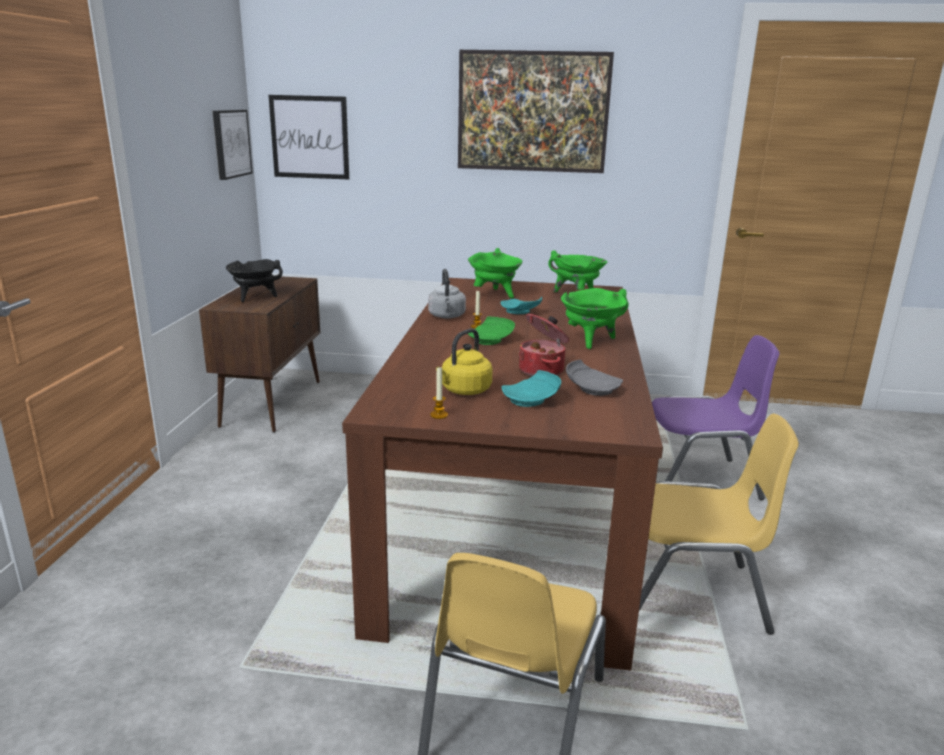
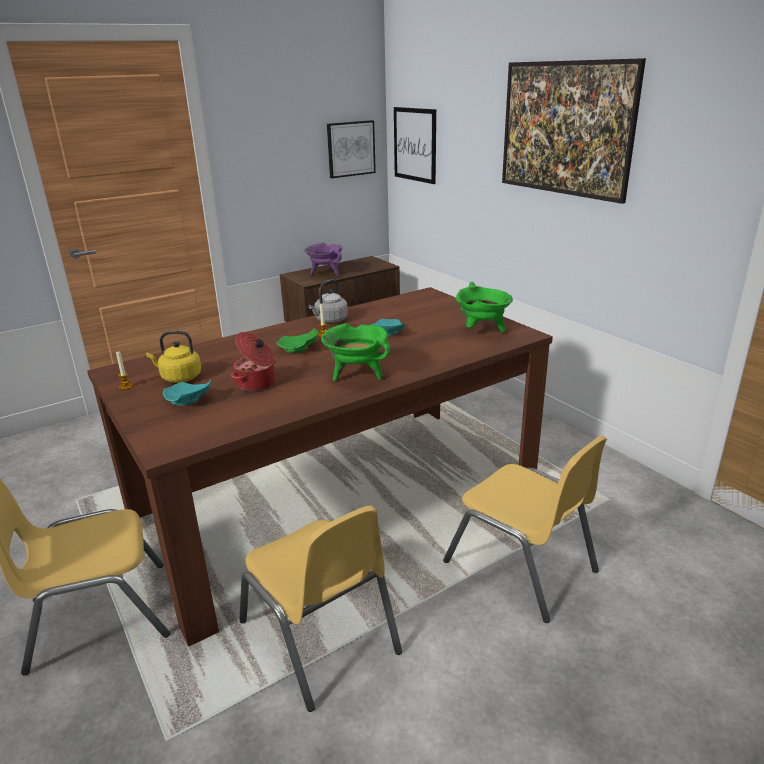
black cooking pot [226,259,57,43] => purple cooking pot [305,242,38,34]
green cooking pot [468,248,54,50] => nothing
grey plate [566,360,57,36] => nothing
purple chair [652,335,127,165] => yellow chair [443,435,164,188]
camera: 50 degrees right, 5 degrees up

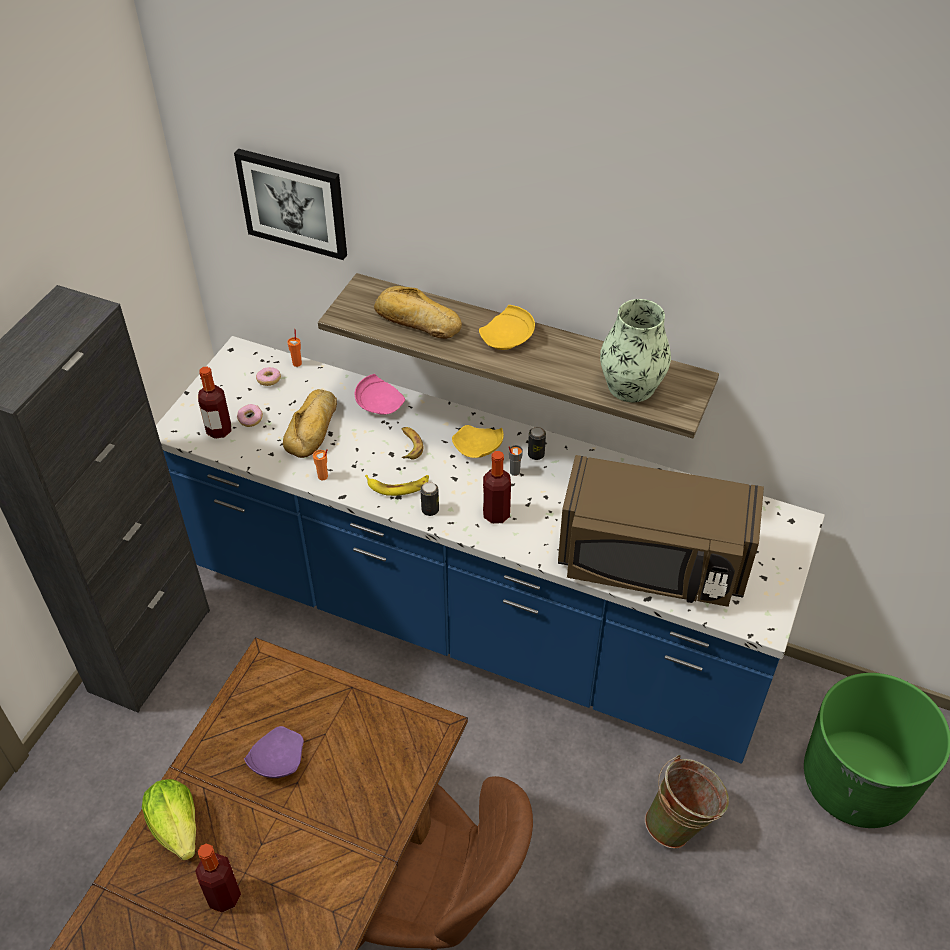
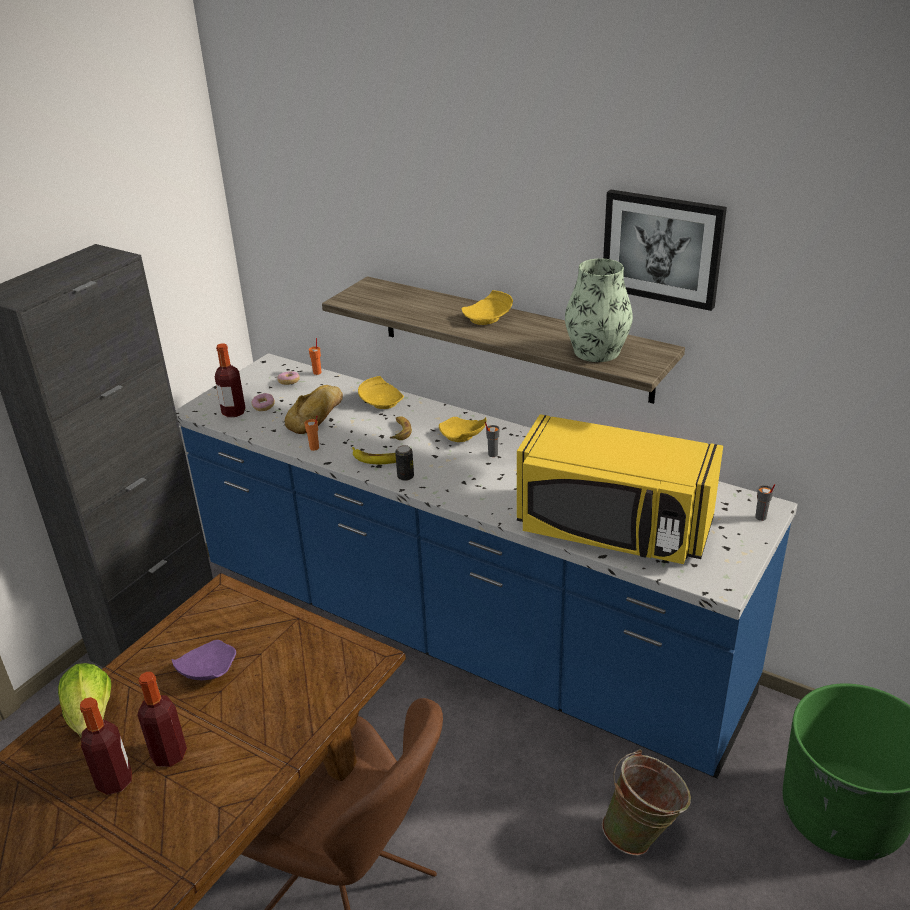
picture [234,149,113,111] => picture [603,190,124,121], relocated
pink plate [355,374,50,41] => yellow plate [358,376,46,33]
bread [374,286,88,53] => nothing
bottle [483,451,28,73] => bottle [137,672,50,95], relocated
can [528,427,18,33] => nothing
brown microwave [558,455,206,152] => yellow microwave [517,414,206,150]
nothing => grey cup [755,484,20,37]
camera: 10 degrees right, 15 degrees down

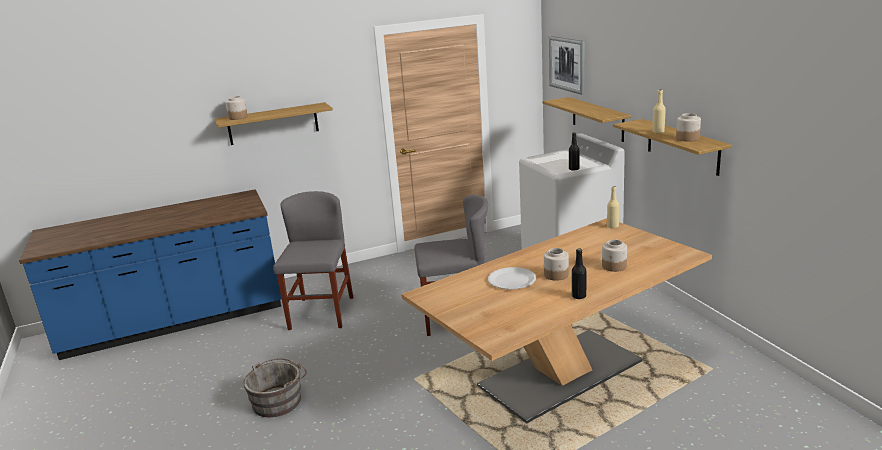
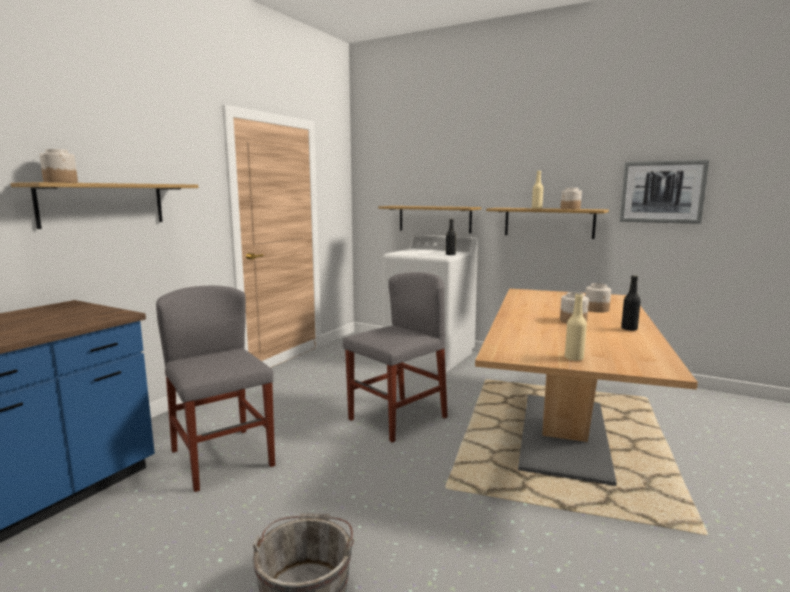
white plate [488,267,48,22] => nothing
picture [549,36,36,59] => picture [619,160,90,64], relocated
beige bottle [607,186,12,42] => beige bottle [565,294,22,67], relocated
camera: 40 degrees left, 10 degrees down

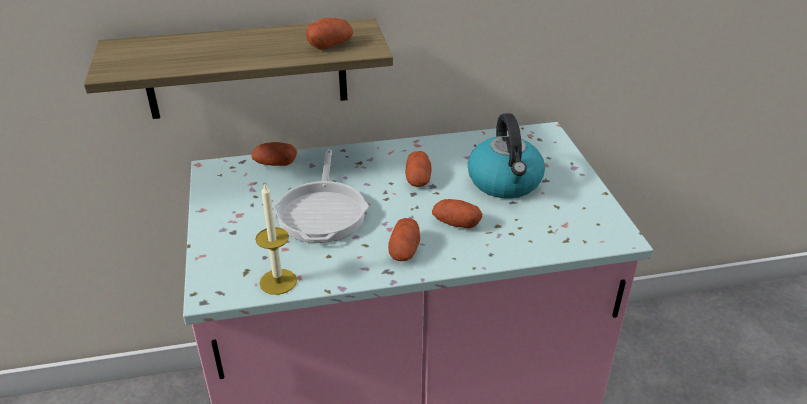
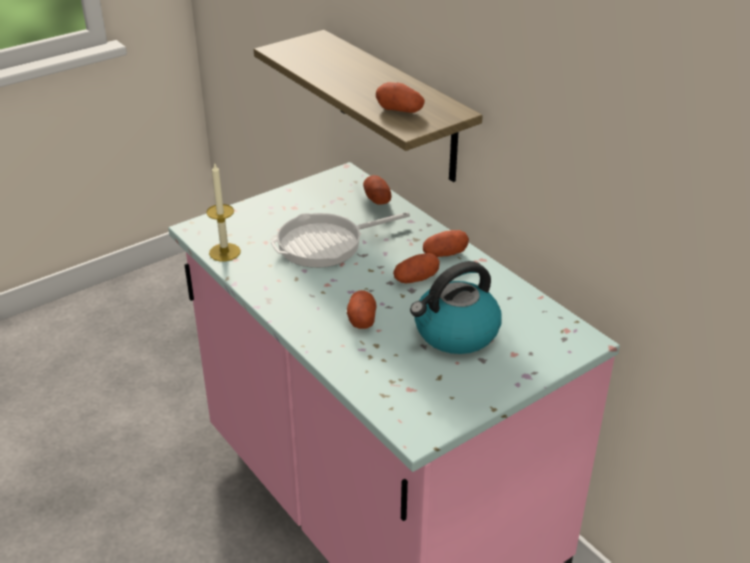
potato [388,218,32,43] => potato [423,230,46,27], relocated
camera: 65 degrees right, 0 degrees up

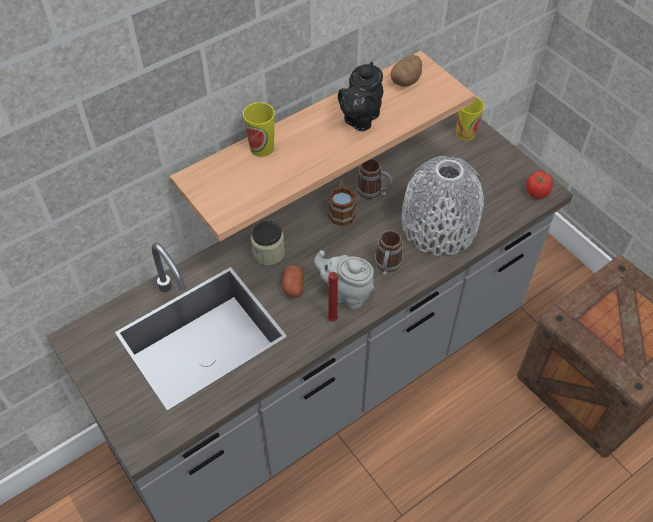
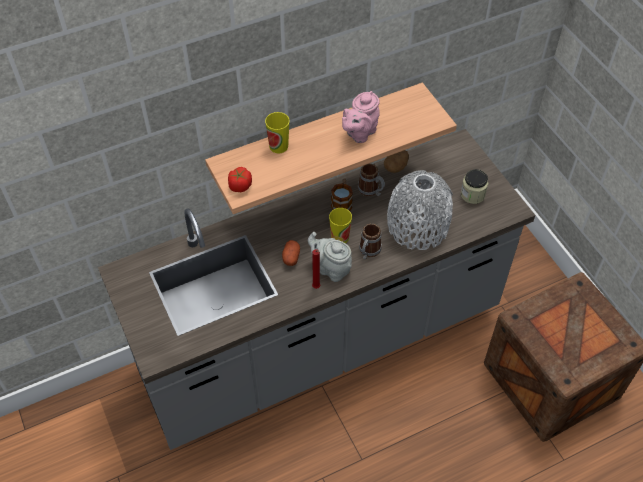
jar [251,221,34,44] => jar [460,169,28,35], relocated
black teapot [338,62,45,69] => pink teapot [342,91,38,52]
potato [391,55,31,32] => potato [384,150,25,23], relocated
cup [456,97,28,44] => cup [329,208,23,35], relocated
tomato [526,171,27,28] => tomato [228,167,24,25], relocated
camera: 10 degrees right, 0 degrees up

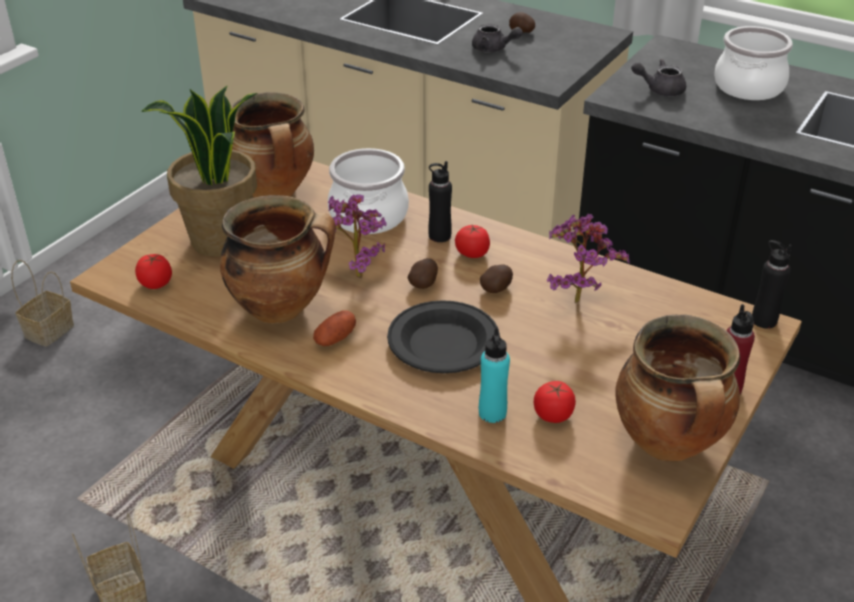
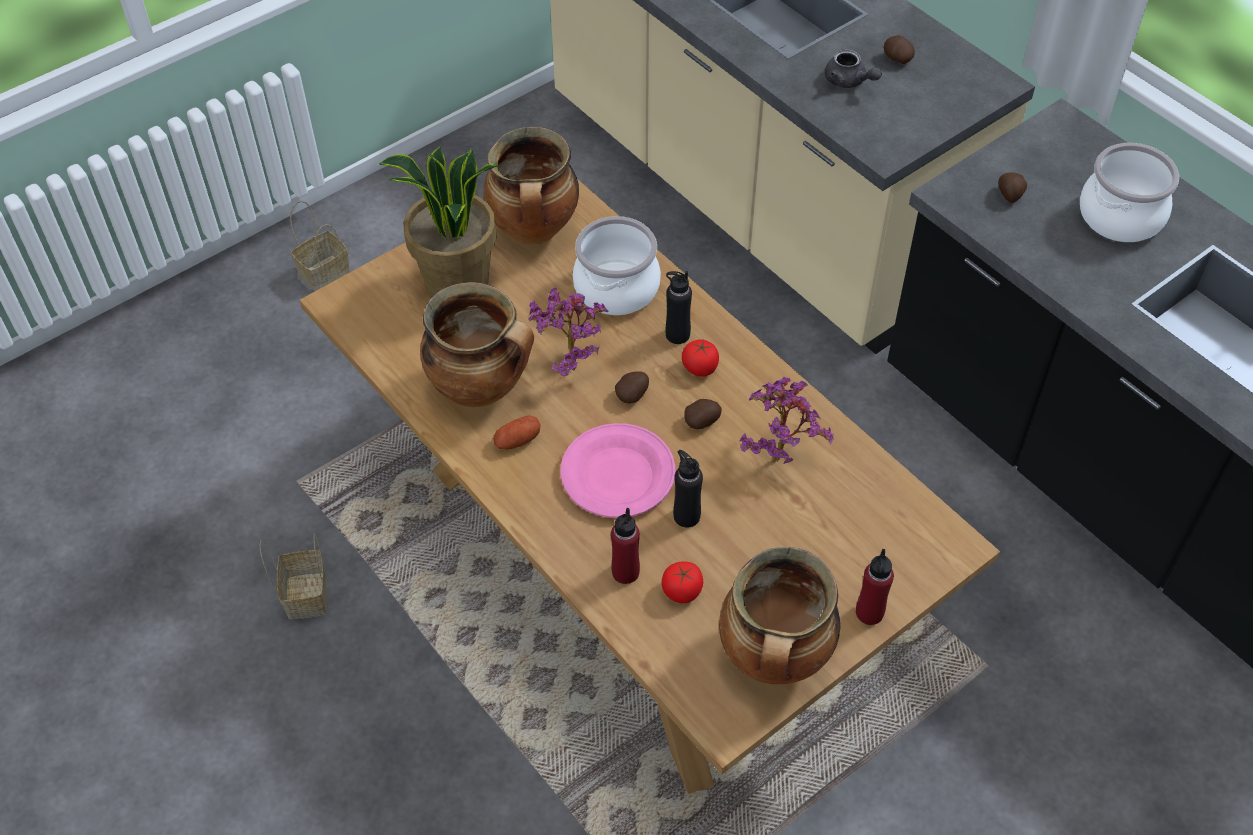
tomato [135,254,37,35] => nothing
black plate [387,300,113,73] => pink plate [561,423,114,95]
turquoise bottle [479,327,31,96] => red bottle [611,508,29,76]
grey teapot [631,59,55,37] => potato [998,172,29,31]
black bottle [752,240,40,89] => black bottle [673,450,30,77], relocated
camera: 20 degrees right, 15 degrees up

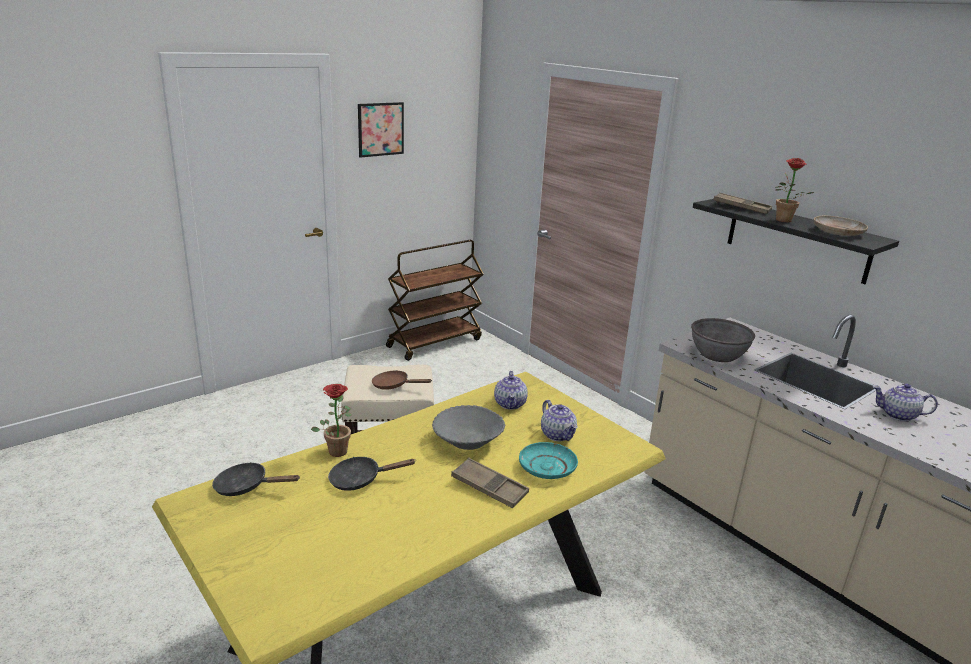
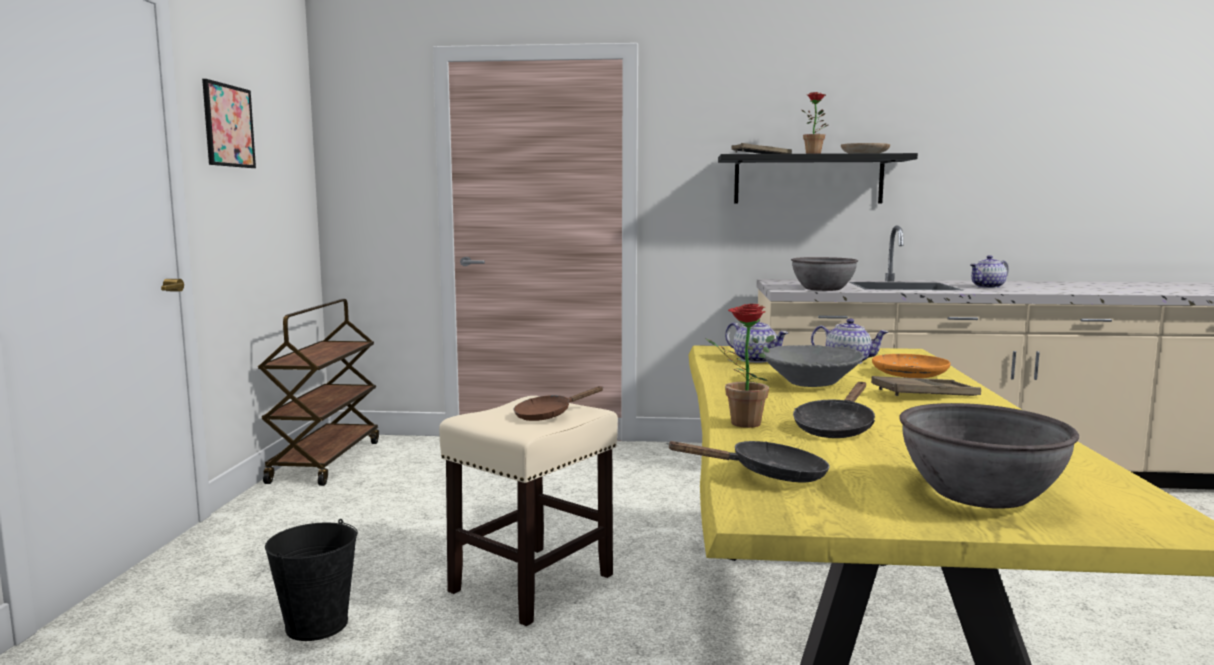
black frying pan [212,462,87,34] => black frying pan [666,441,164,41], 150 degrees counterclockwise
turquoise plate [519,442,59,37] => orange plate [872,354,78,24]
nothing => black bucket [265,519,93,122]
nothing => grey bowl [899,403,180,106]
camera: 45 degrees left, 15 degrees down

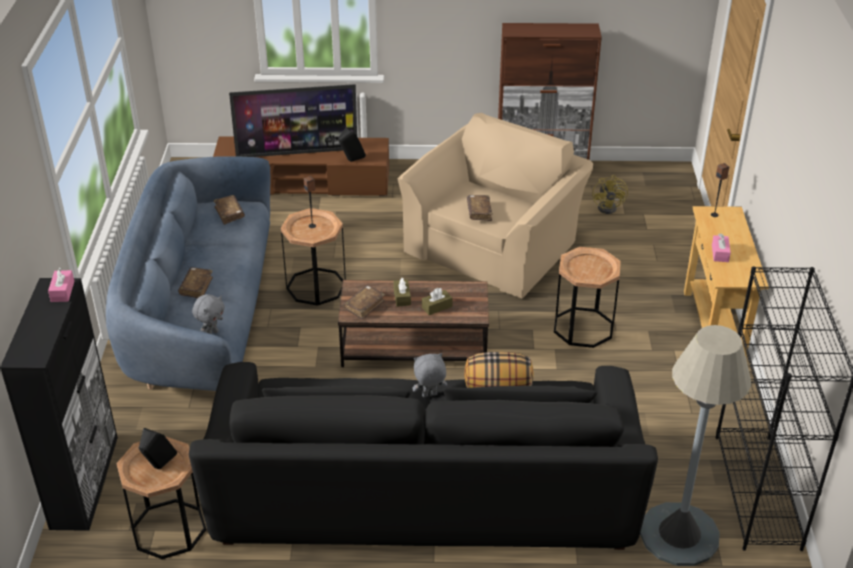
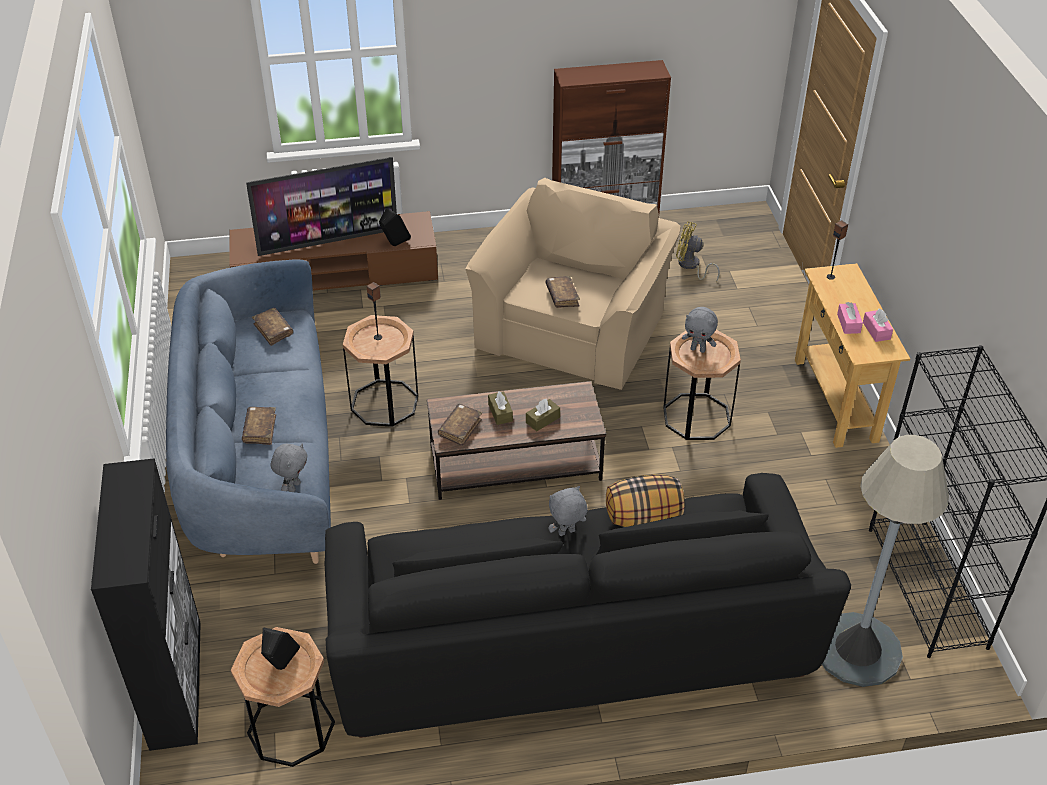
pink tissue box [48,267,26,35] => pink tissue box [863,308,30,34], relocated
yellow fan [592,175,36,39] => yellow fan [676,221,44,61], 120 degrees clockwise
nothing => grey plush toy [682,307,36,46]
camera: 10 degrees left, 5 degrees up

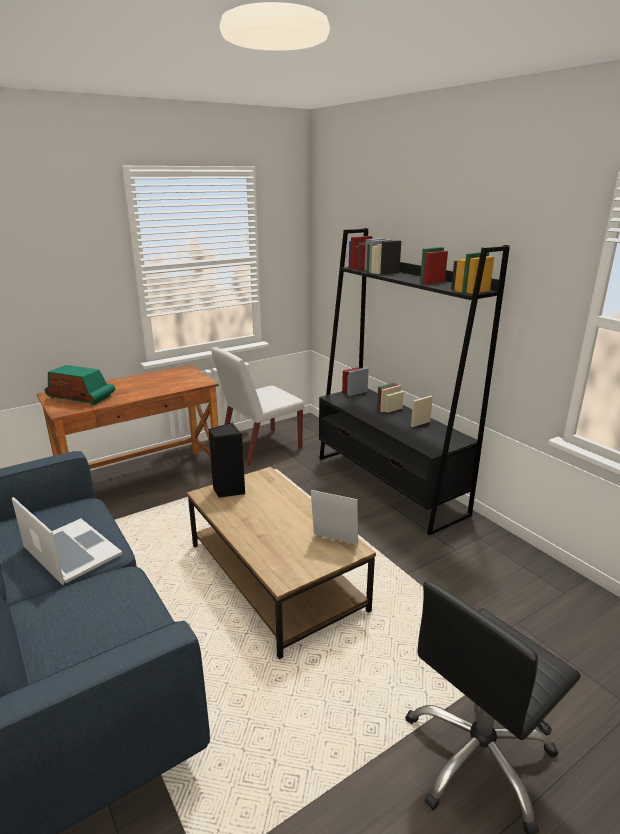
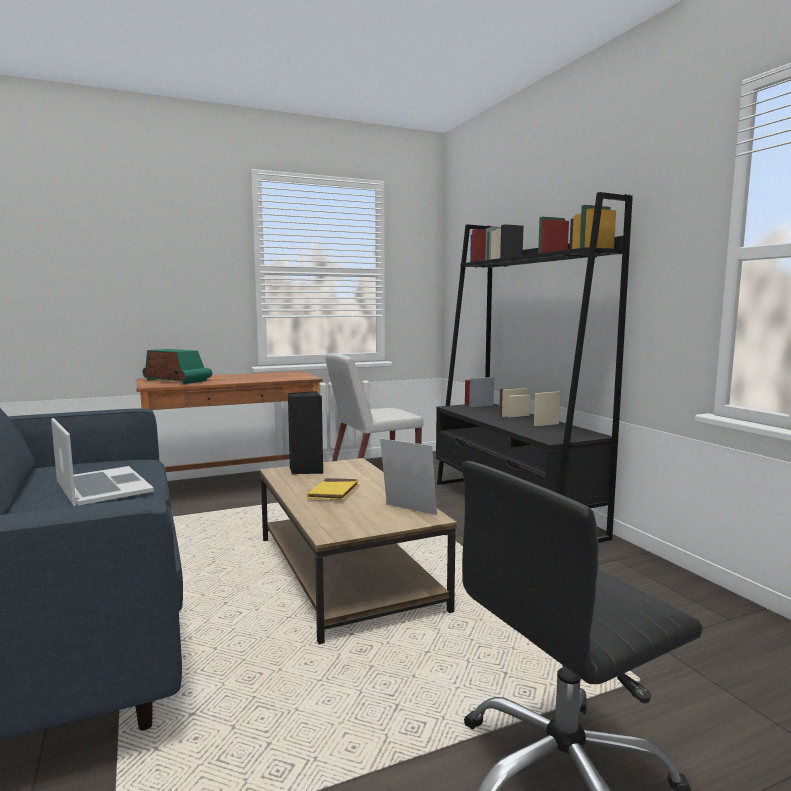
nothing => yellow book [307,478,52,22]
camera: 10 degrees right, 15 degrees down

